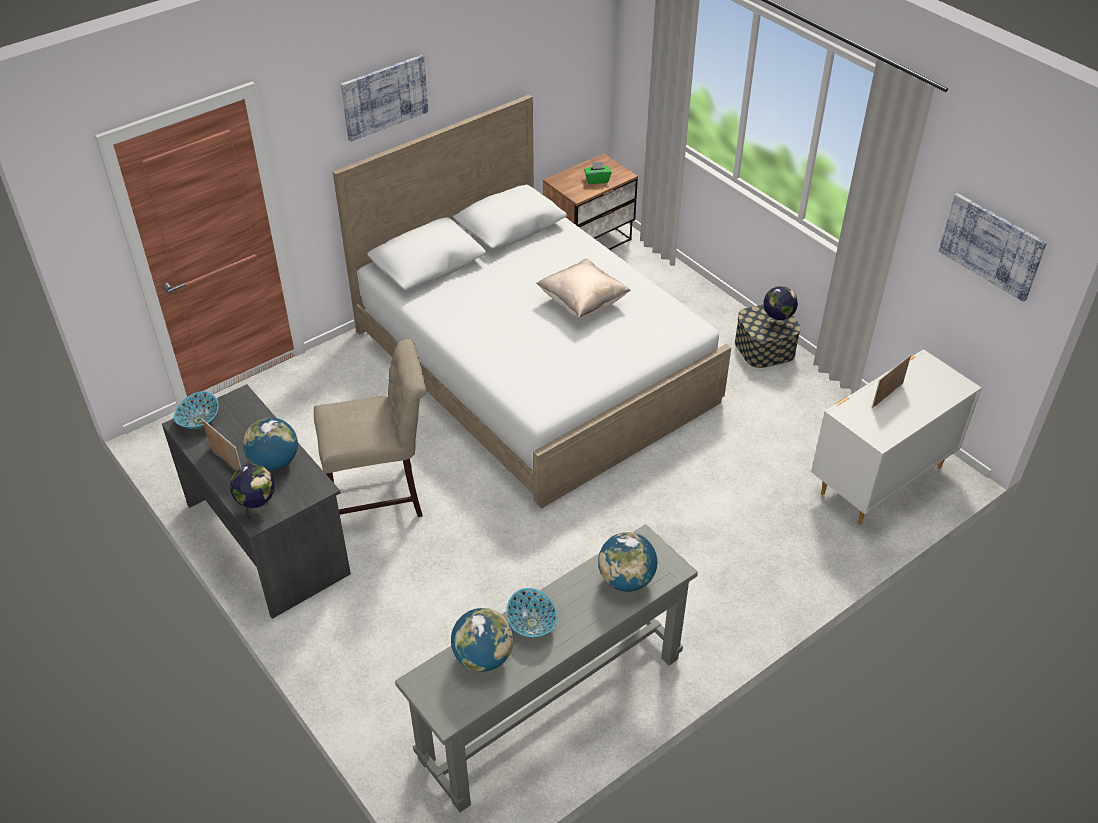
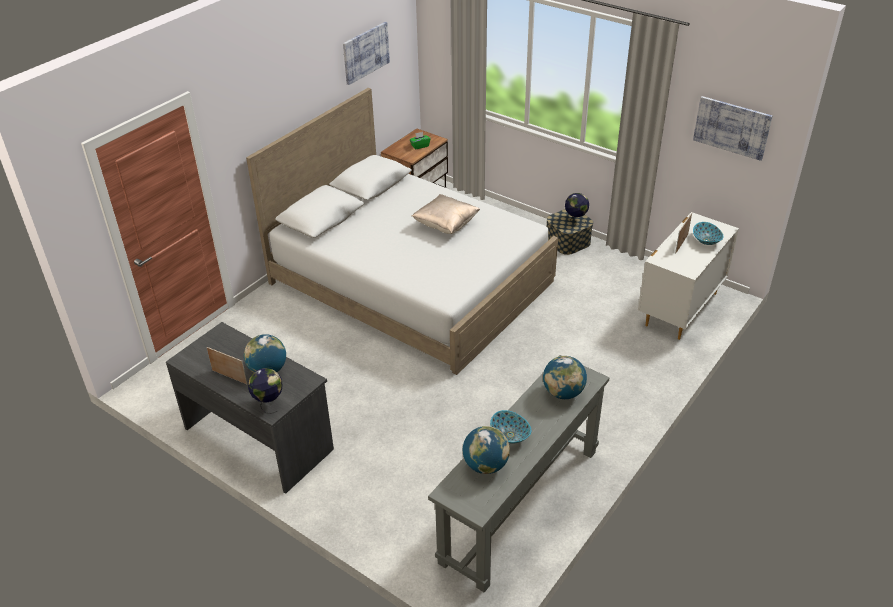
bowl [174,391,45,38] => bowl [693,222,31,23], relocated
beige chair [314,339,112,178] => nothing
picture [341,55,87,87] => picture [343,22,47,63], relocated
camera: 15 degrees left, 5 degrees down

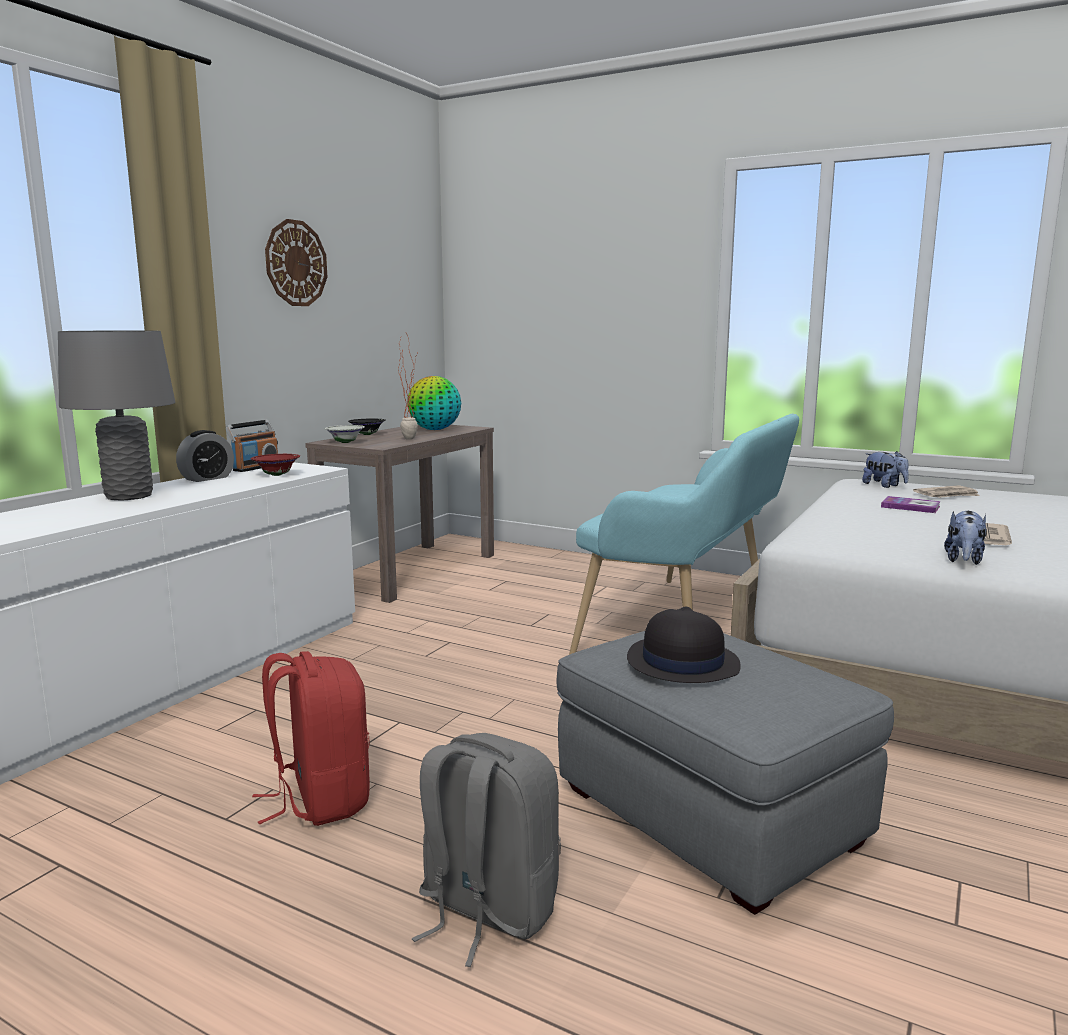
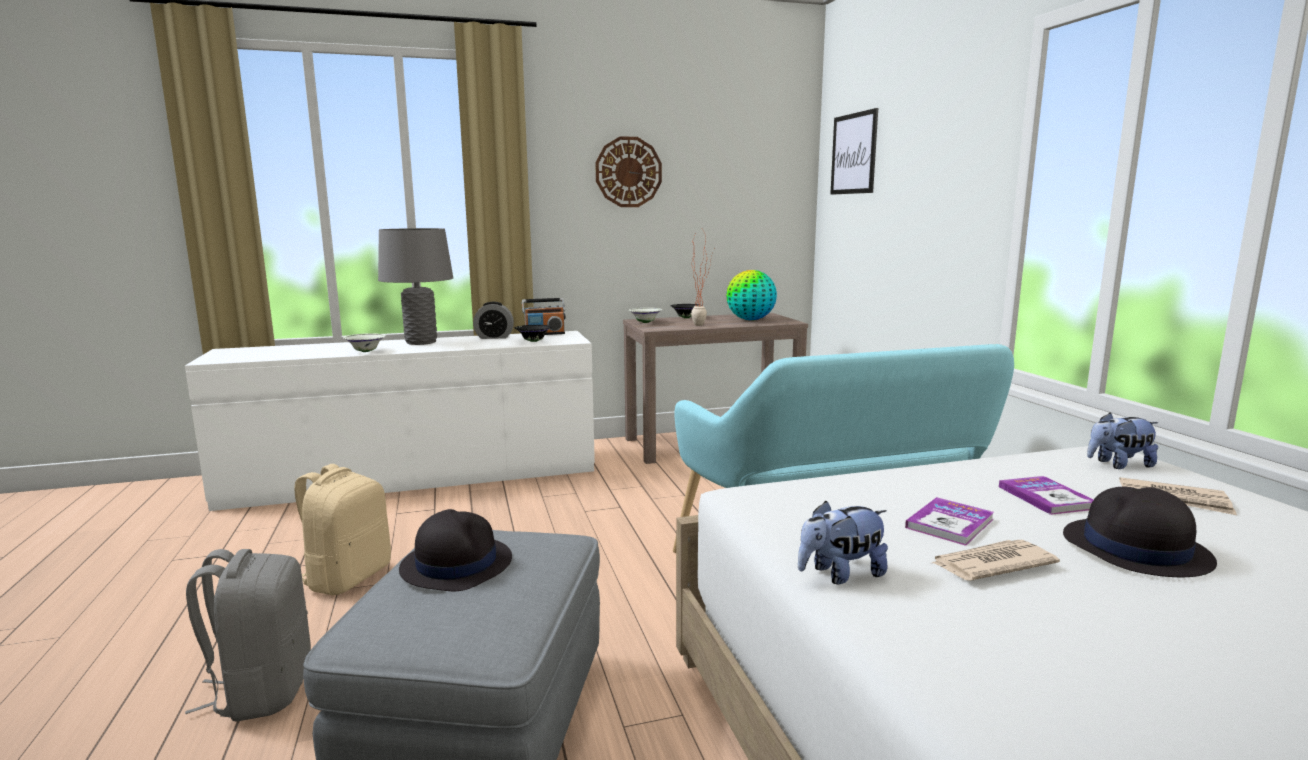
red bowl [251,454,49,22] => black bowl [515,325,37,17]
red backpack [252,651,118,175] => beige backpack [294,464,97,131]
plush toy [862,451,47,37] => plush toy [1087,413,71,56], 75 degrees clockwise
nothing => white bowl [343,333,43,19]
nothing => picture [830,108,48,87]
nothing => book [905,497,89,49]
nothing => black hat [1063,486,154,91]
camera: 45 degrees right, 0 degrees up

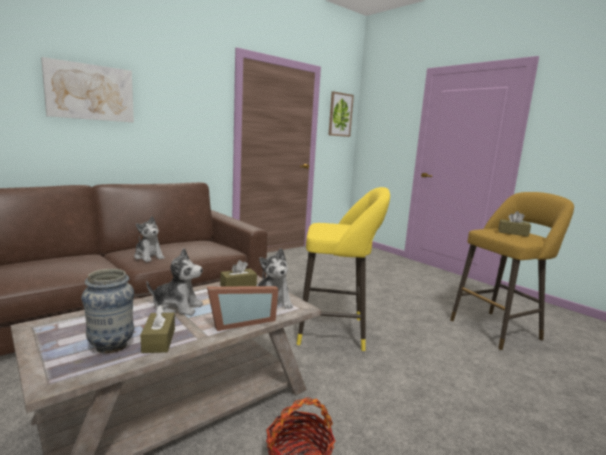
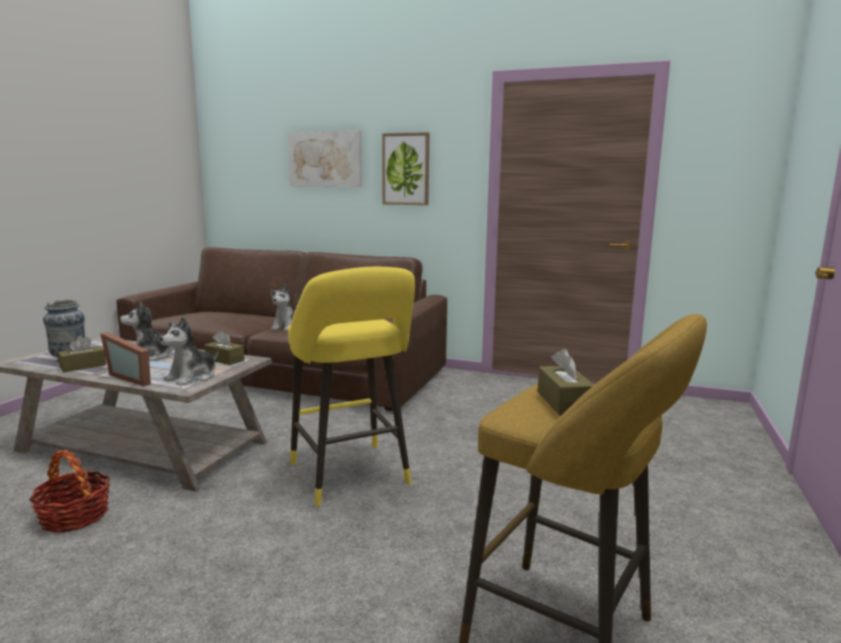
plush toy [147,248,56,67] => plush toy [120,301,55,60], 90 degrees clockwise
picture [328,91,26,46] => picture [382,132,47,73], relocated
camera: 60 degrees right, 0 degrees up

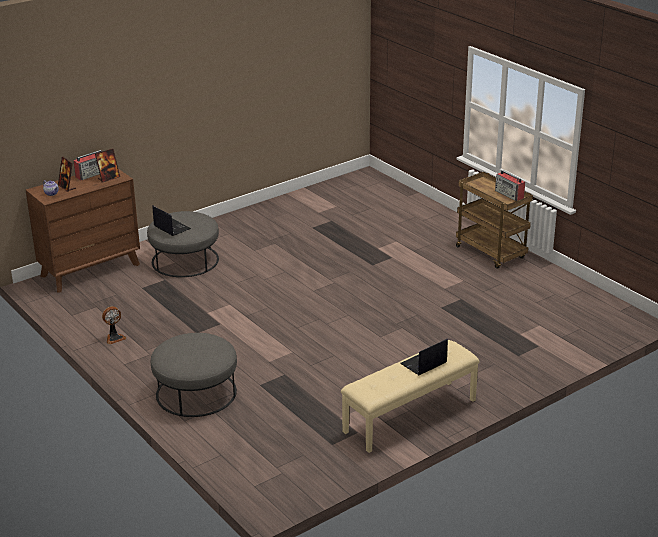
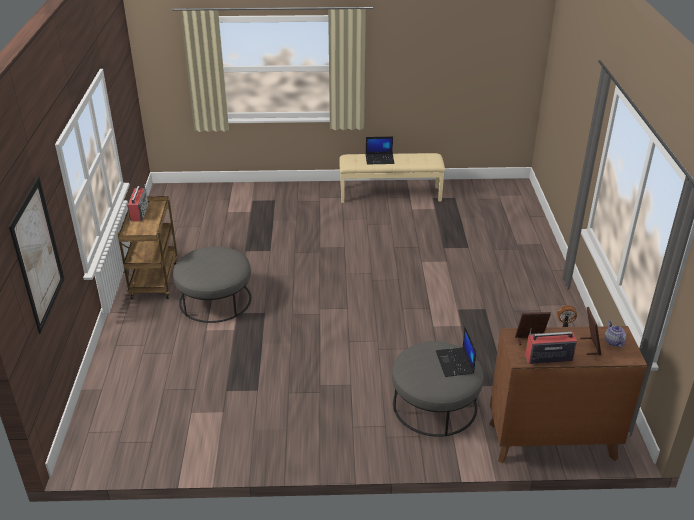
grey ottoman [151,333,86,84] => grey ottoman [173,247,78,76], relocated
nothing => picture [9,177,56,157]
camera: 145 degrees left, 5 degrees up

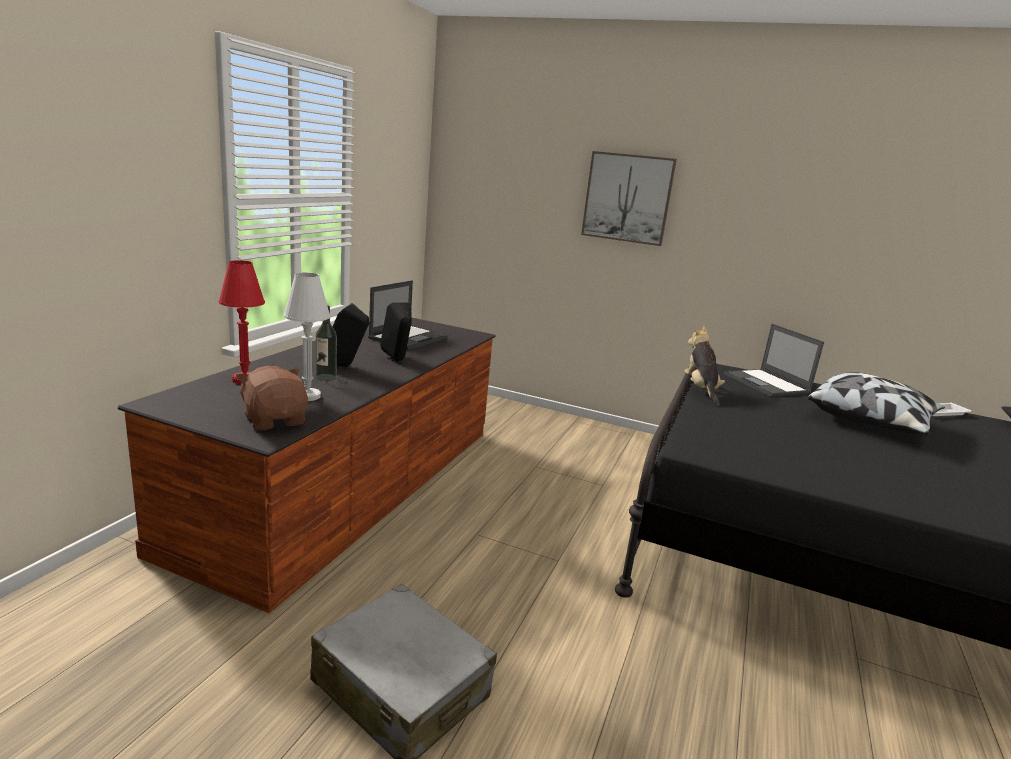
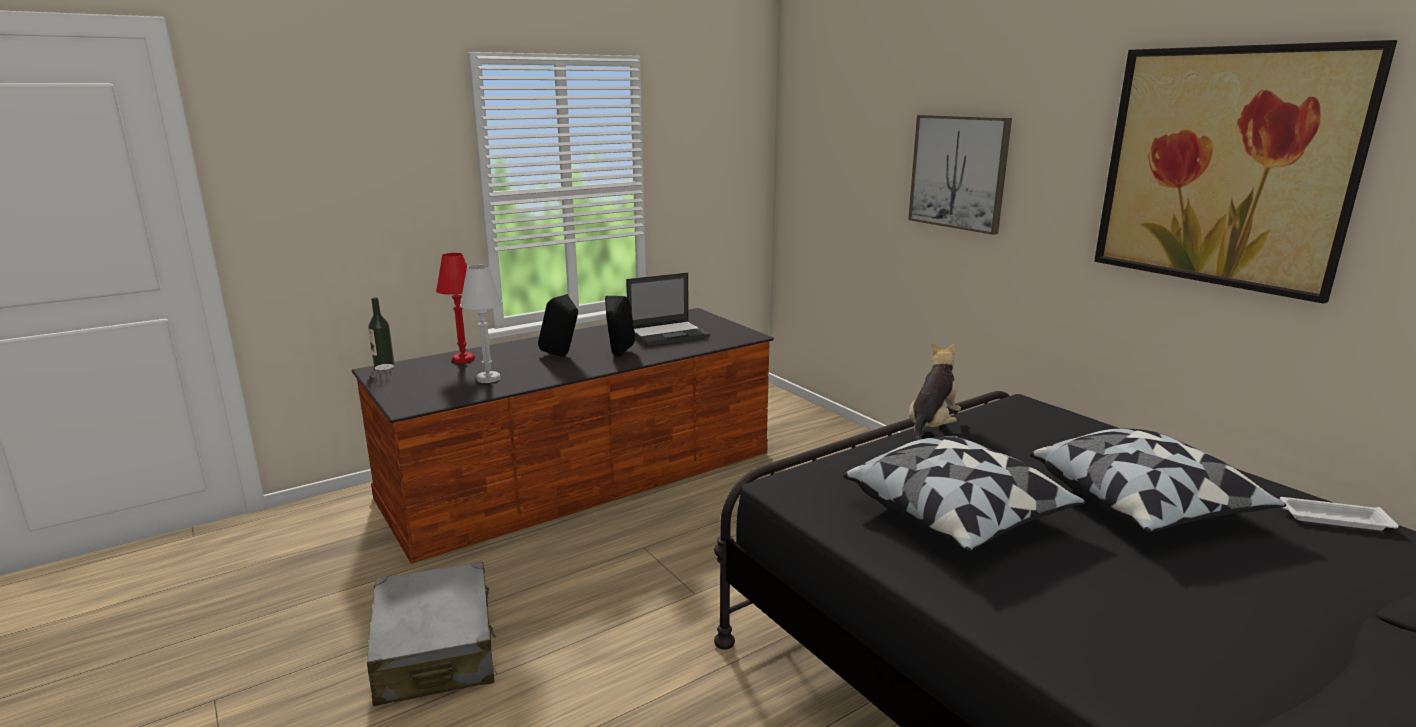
brown plush toy [236,366,72,65] => nothing
bottle [316,305,21,76] => bottle [368,297,27,73], relocated
laptop [724,324,100,73] => nothing
nothing => pillow [843,436,243,115]
nothing => picture [1094,40,303,264]
camera: 35 degrees right, 0 degrees up

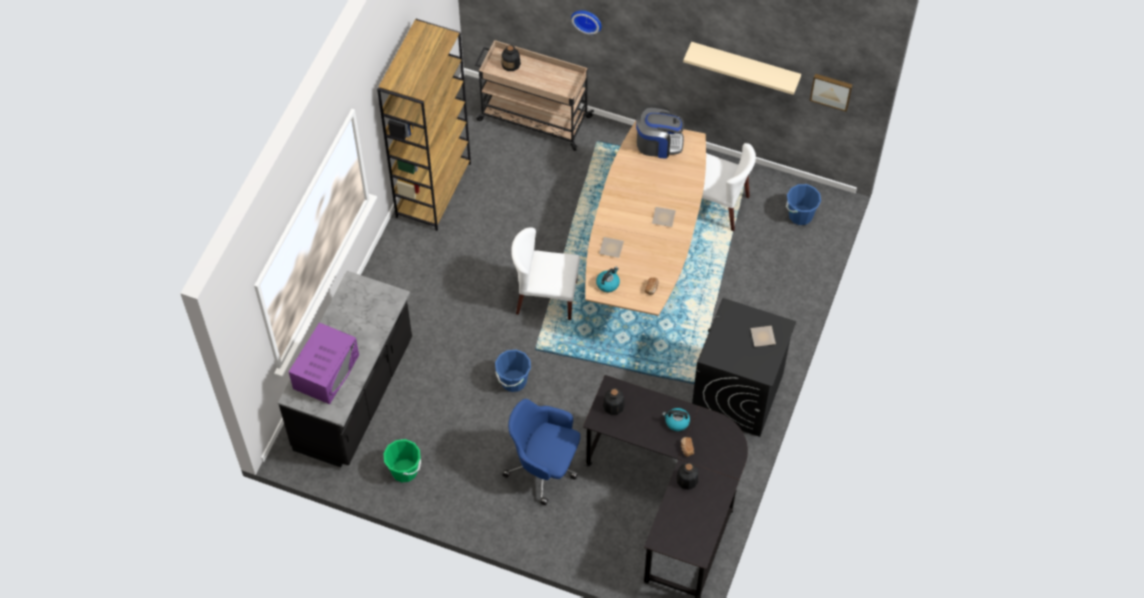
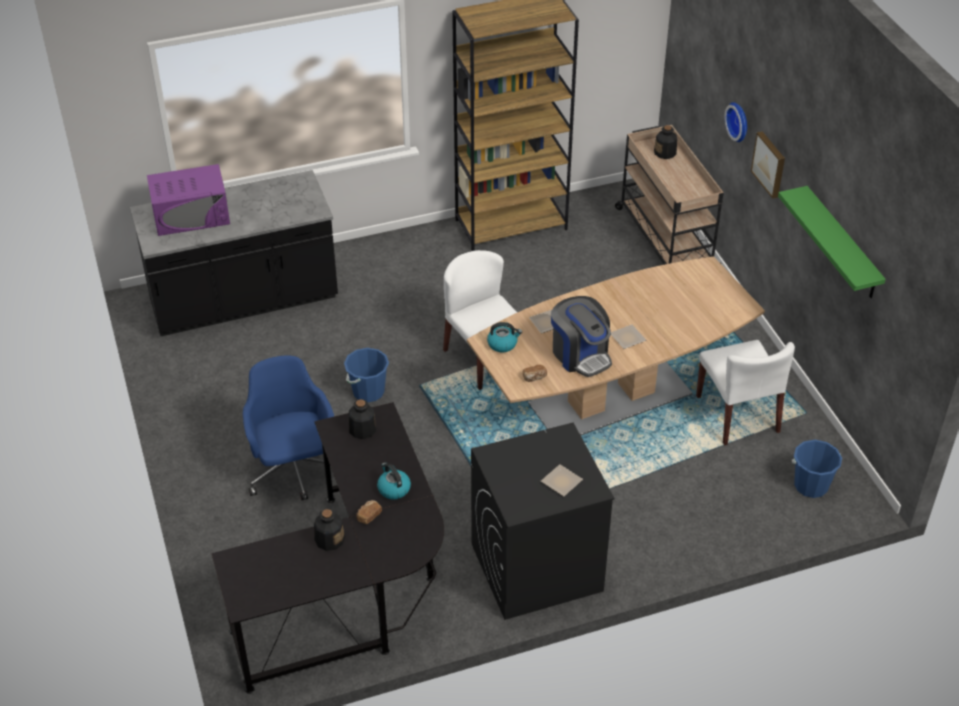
green bucket [383,439,38,43] => nothing
coffee machine [636,104,48,55] => coffee machine [551,296,61,81], relocated
beige shelf [683,42,118,53] => green shelf [778,186,108,112]
picture [810,74,43,38] => picture [751,131,34,67], relocated
camera: 50 degrees right, 15 degrees down

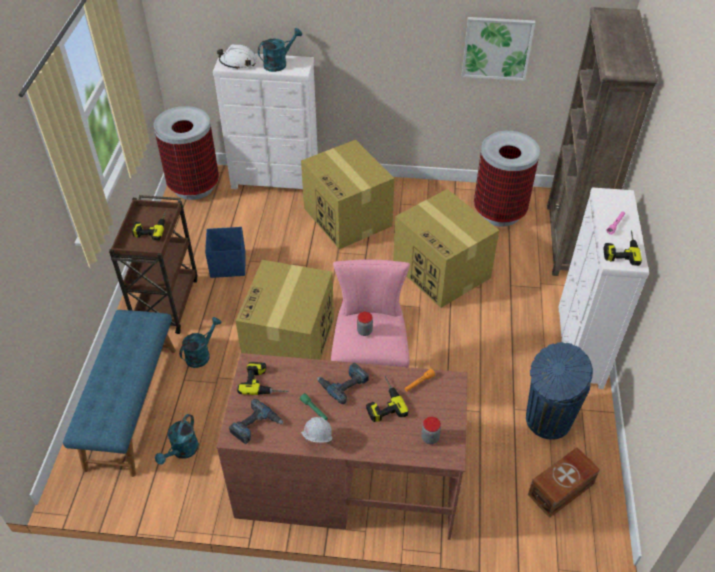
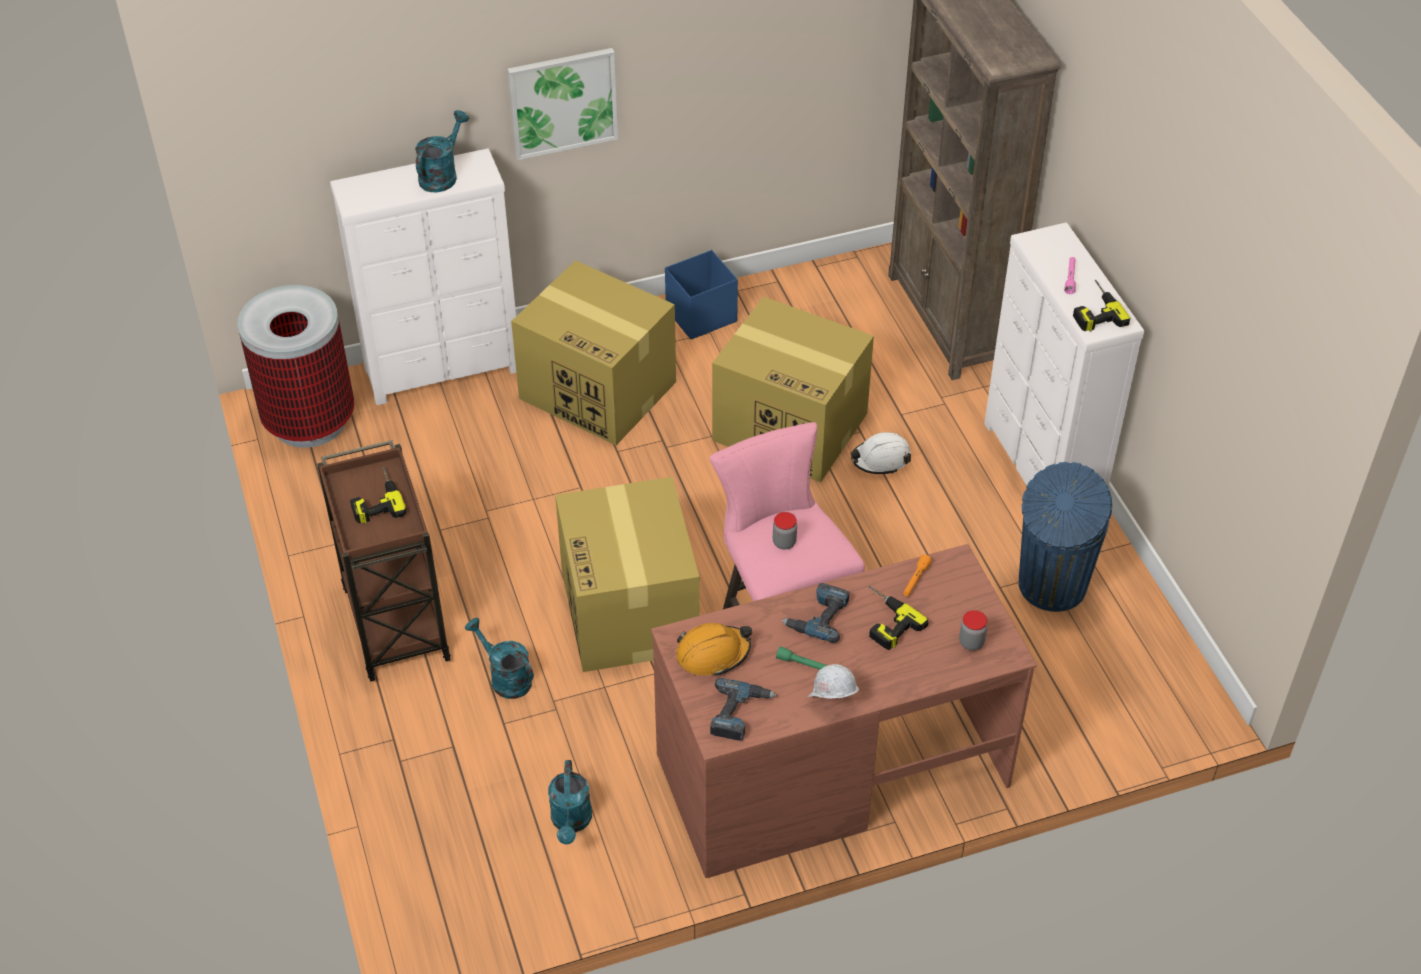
blue bench [63,310,113,167] => nothing
turquoise watering can [179,317,42,51] => turquoise watering can [465,618,69,81], 60 degrees counterclockwise
blue storage box [205,227,41,51] => blue storage box [665,250,73,90], relocated
white hard hat [217,44,40,26] => white hard hat [850,432,61,42], relocated
power drill [237,362,52,33] => orange hard hat [676,623,76,53]
picture [461,17,74,64] => picture [508,48,110,112], relocated
trash can [474,131,66,96] => nothing
brown storage box [528,447,72,71] => nothing
camera: 25 degrees left, 0 degrees up

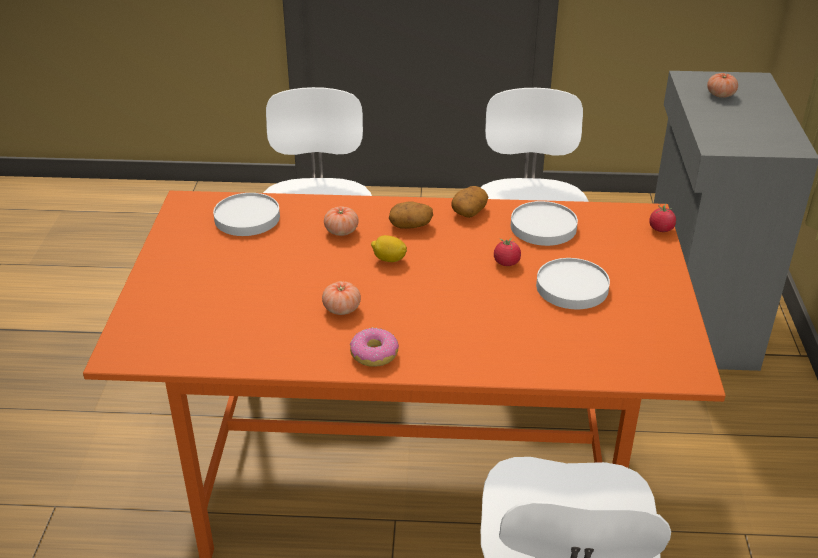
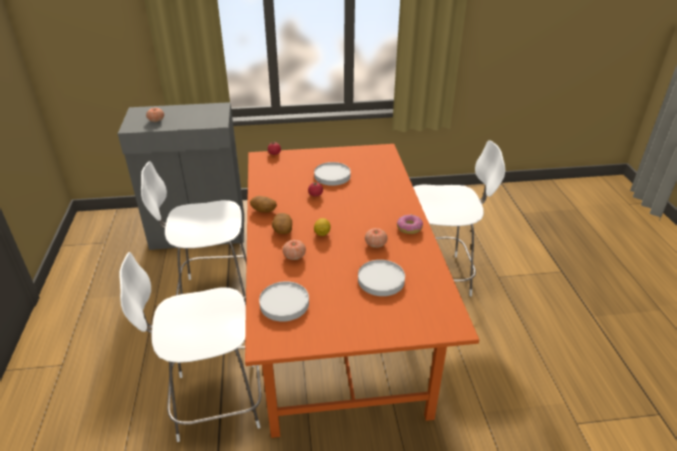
white plate [511,201,67,45] => white plate [358,260,47,36], relocated
camera: 100 degrees left, 0 degrees up

